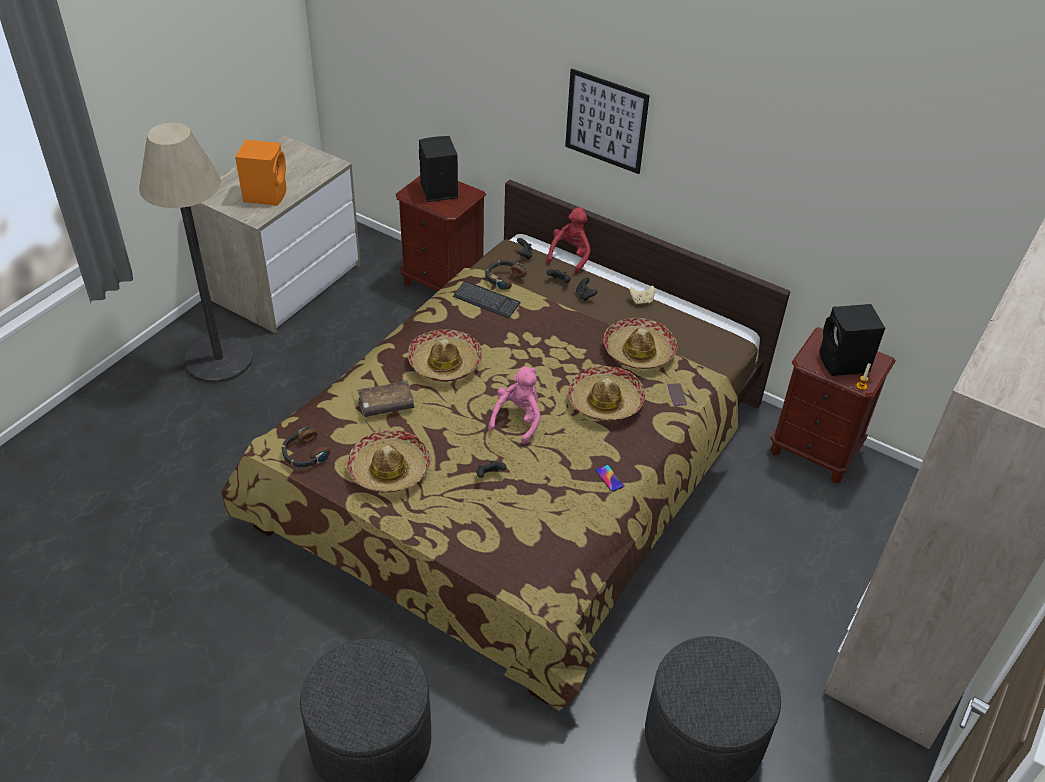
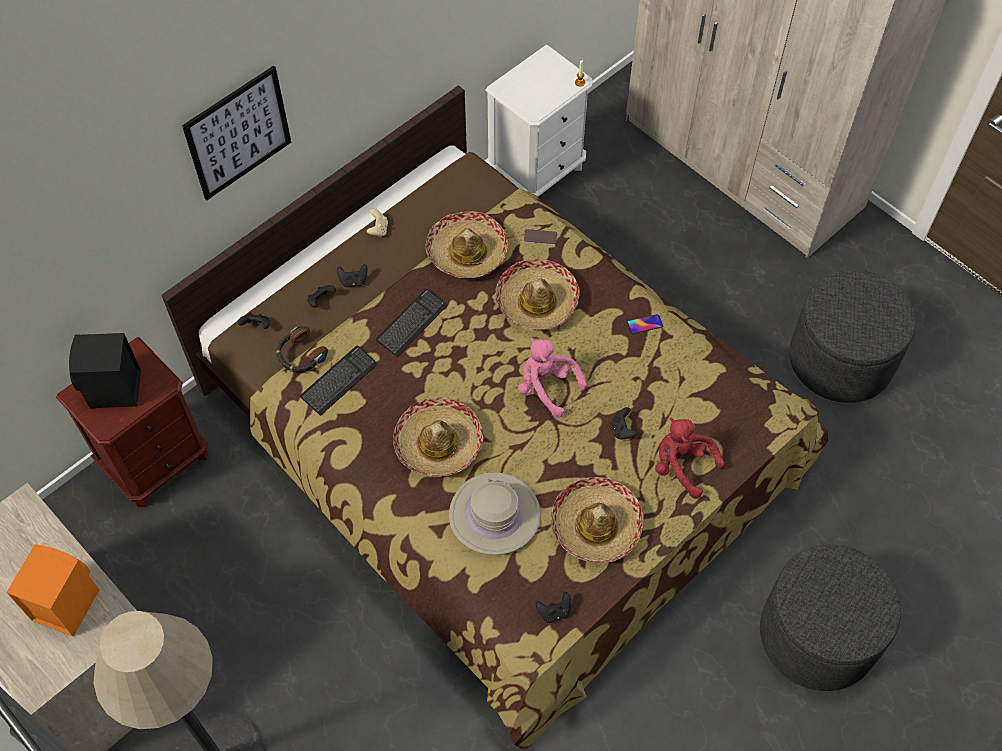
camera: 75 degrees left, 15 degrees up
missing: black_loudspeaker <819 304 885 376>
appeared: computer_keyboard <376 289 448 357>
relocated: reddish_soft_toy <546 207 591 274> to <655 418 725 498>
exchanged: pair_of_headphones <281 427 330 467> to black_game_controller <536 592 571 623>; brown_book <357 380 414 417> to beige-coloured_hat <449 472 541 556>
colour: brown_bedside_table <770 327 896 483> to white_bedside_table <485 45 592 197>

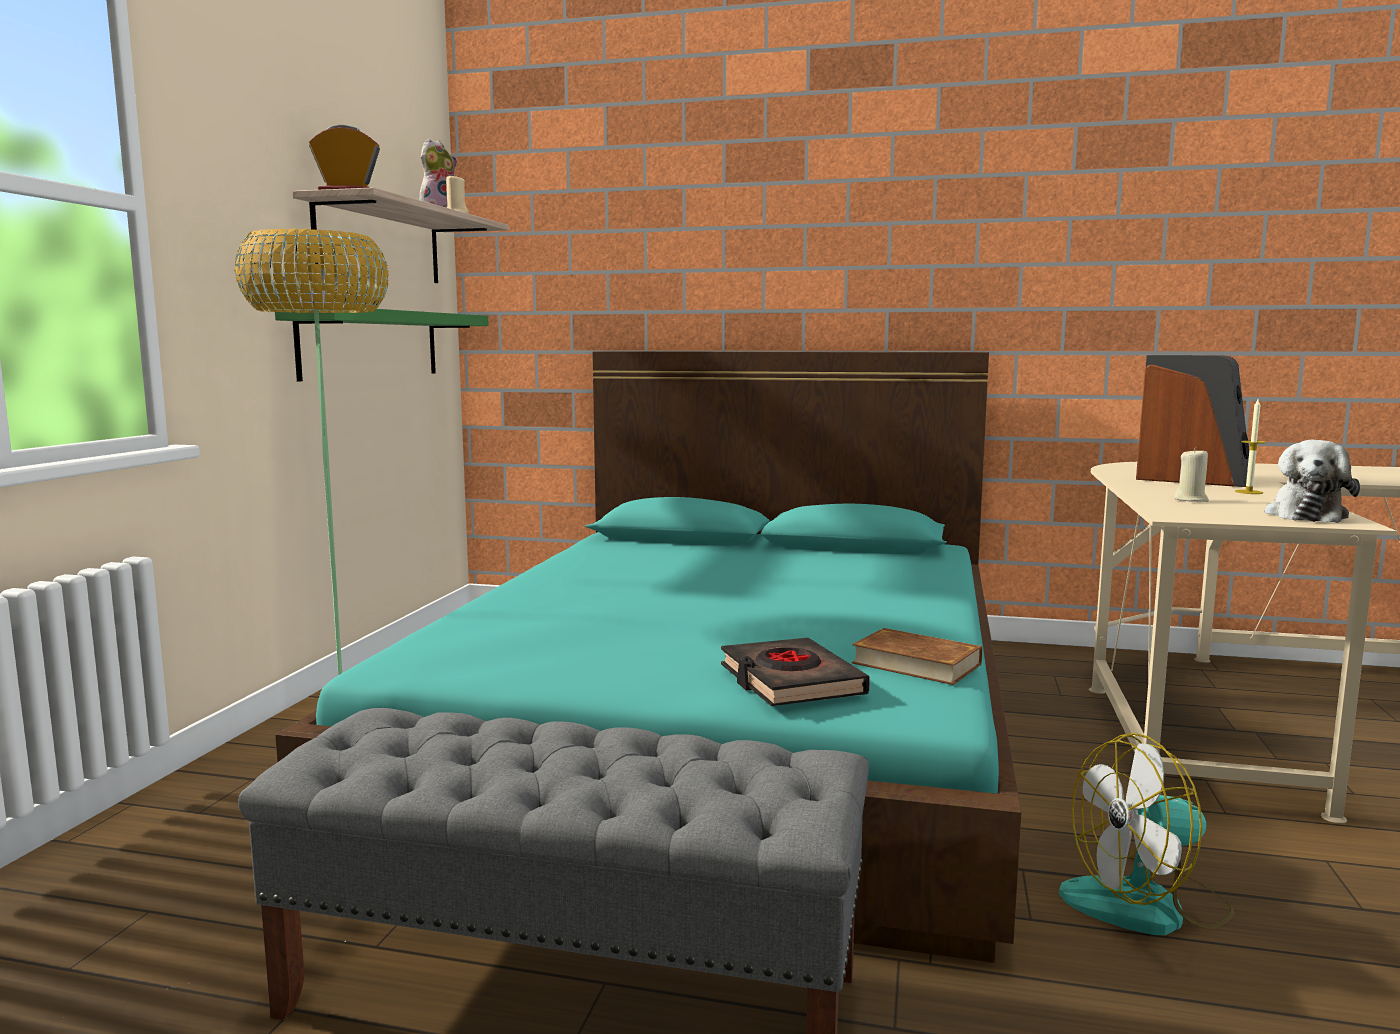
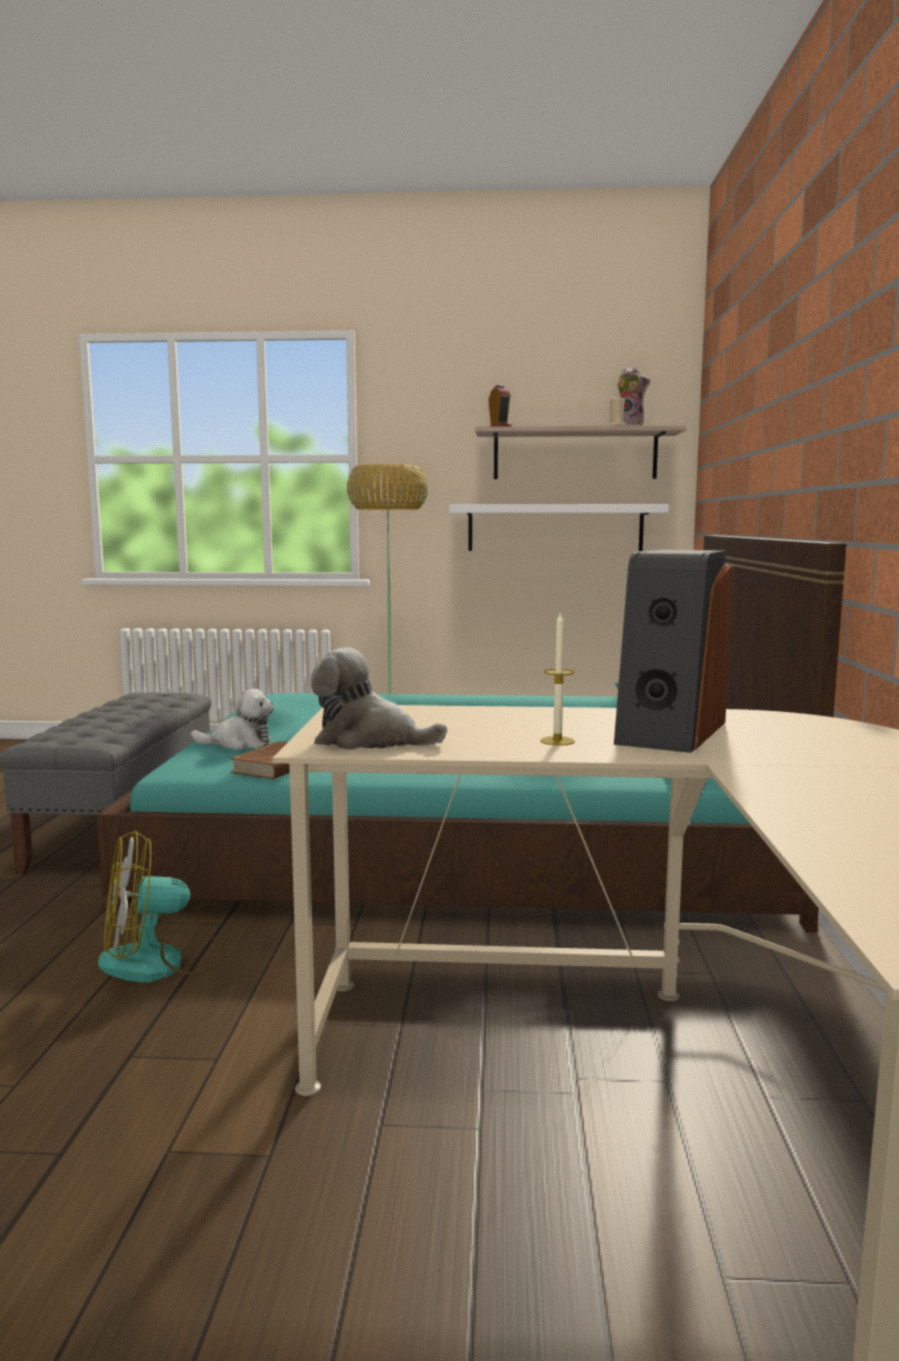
camera: 80 degrees right, 0 degrees up
missing: beige-coloured_candle <1174 447 1209 502>
exchanged: black_book <721 638 870 706> to soft_toy <191 689 274 750>
colour: green_wall_shelf <275 309 489 382> to white_wall_shelf <449 504 669 551>
spun: electric_fan <1059 733 1235 935> = <98 830 227 982> 90 degrees counterclockwise

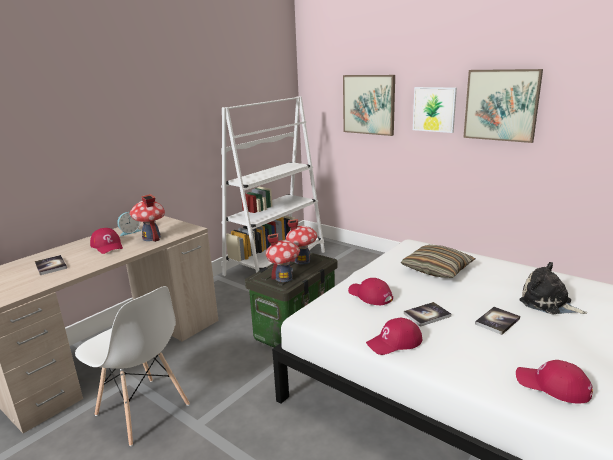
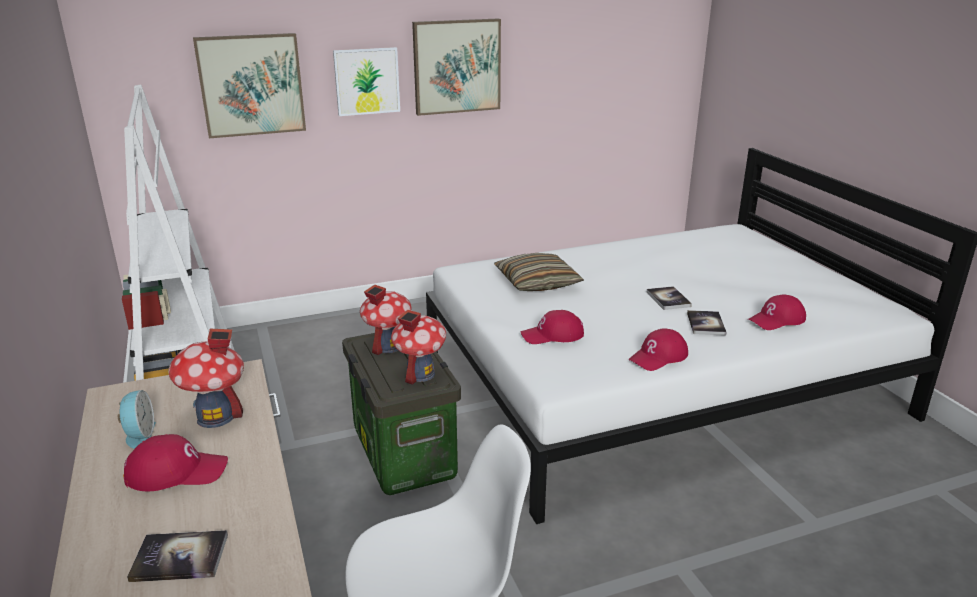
camera: 60 degrees left, 5 degrees up
missing: soft_toy <520 262 587 314>
relocated: book <404 302 451 327> to <687 310 727 336>
spun: reddish_peaked_cap <366 318 422 355> = <628 328 688 371> 45 degrees clockwise

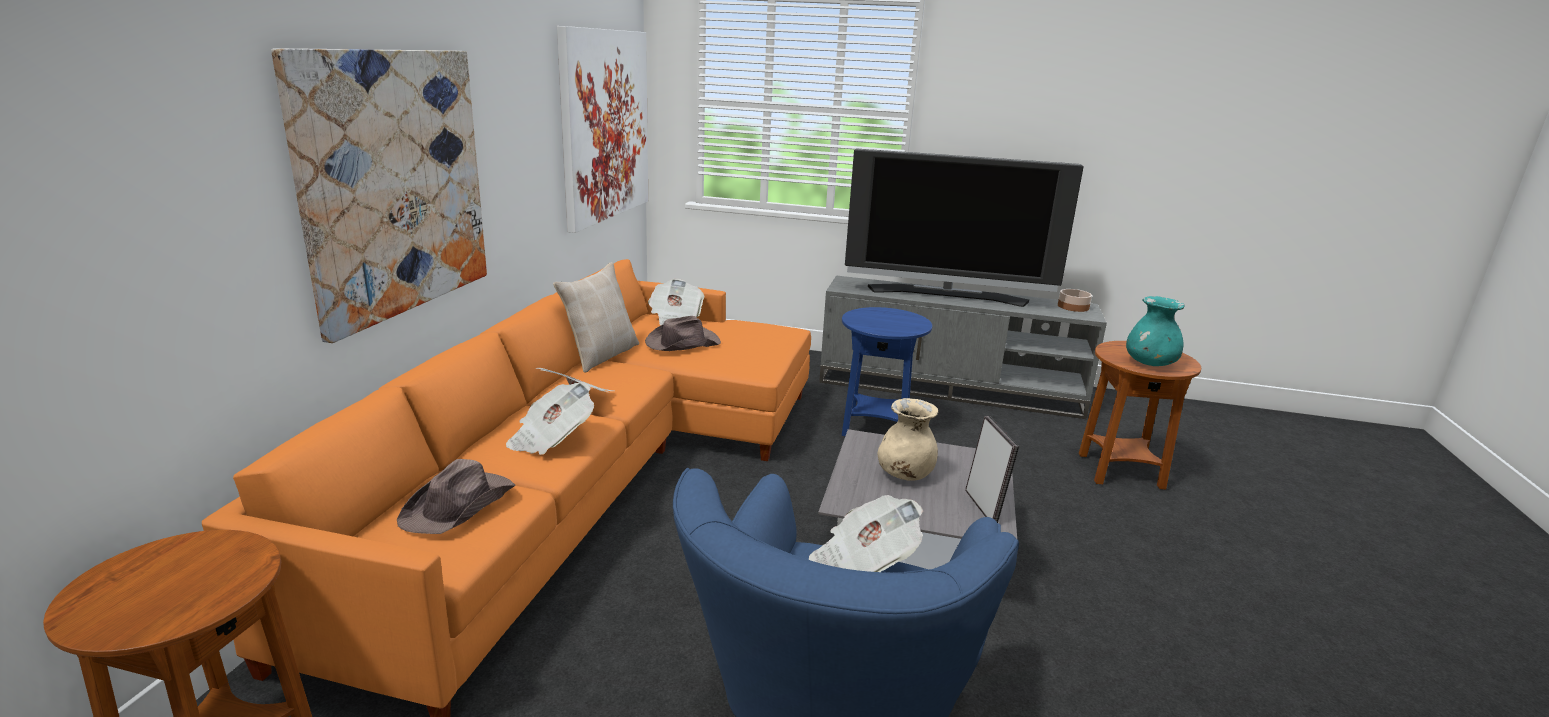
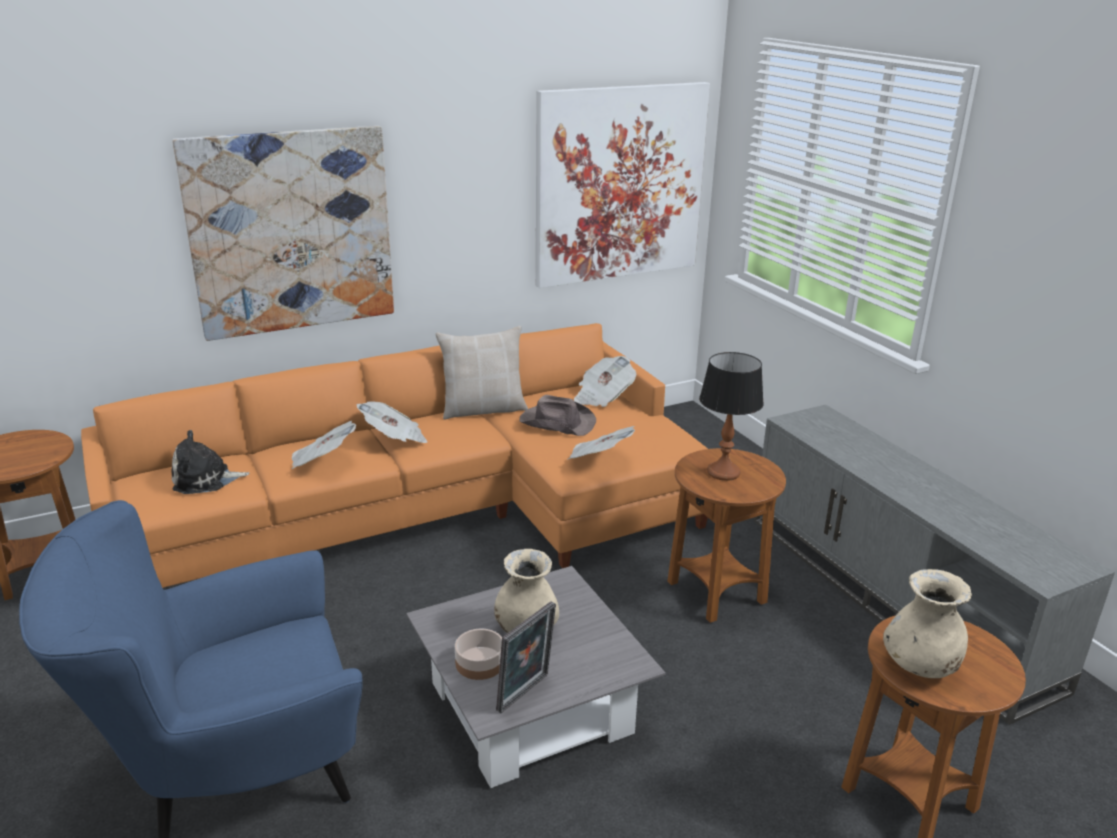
camera: 50 degrees right, 5 degrees up
missing: television <845 148 1084 307>
appeared: table_lamp <699 352 764 481>
relocated: daily_paper <809 495 923 572> to <567 426 635 460>; deep_dish <1058 289 1092 312> to <455 629 502 680>
exchanged: brown_hat <397 459 516 534> to soft_toy <171 430 250 494>
colour: bluish_accent_table <842 307 932 436> to brown_accent_table <667 448 786 623>; turquoise_flower_vase <1126 296 1184 366> to beige-coloured_flower_vase <883 569 972 678>

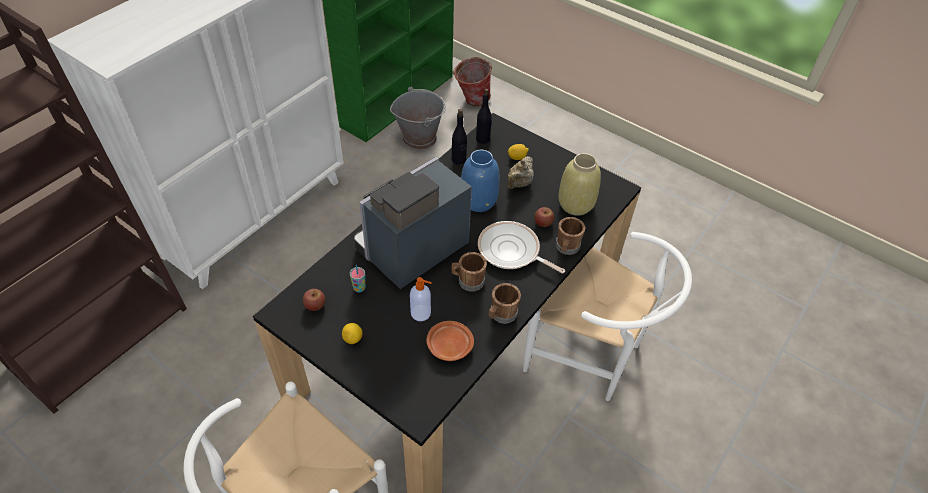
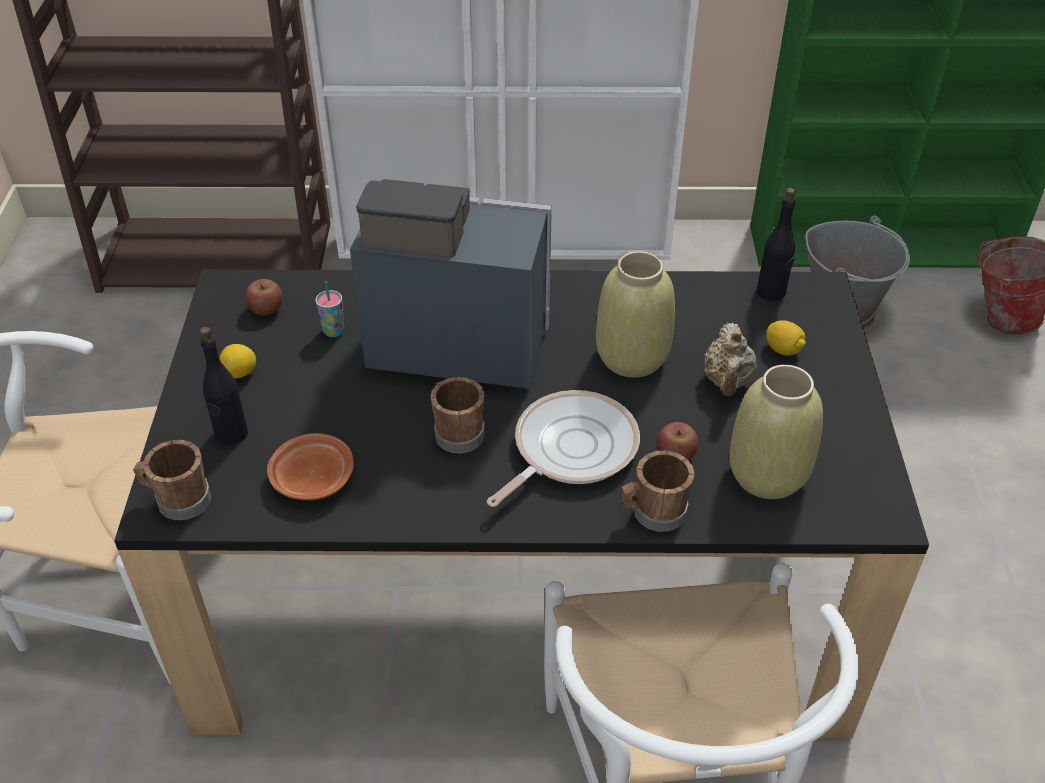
camera: 55 degrees right, 5 degrees down
missing: soap_bottle <410 277 432 321>
relocated: black_beverage_bottle <452 109 467 165> to <200 327 248 446>; brown_tea_mug <489 283 521 324> to <133 440 211 520>
colour: bluish_flower_vase <461 150 500 212> to beige-coloured_flower_vase <596 251 675 378>
spun: skillet <478 221 565 274> = <487 390 640 507> 45 degrees clockwise; beige-coloured_pot_for_tea <507 156 534 189> = <704 323 757 396> 75 degrees counterclockwise

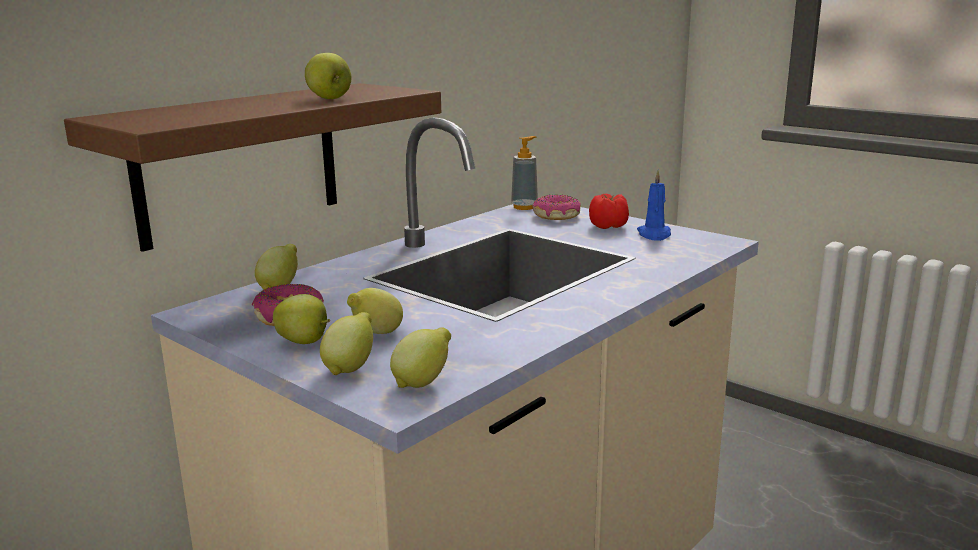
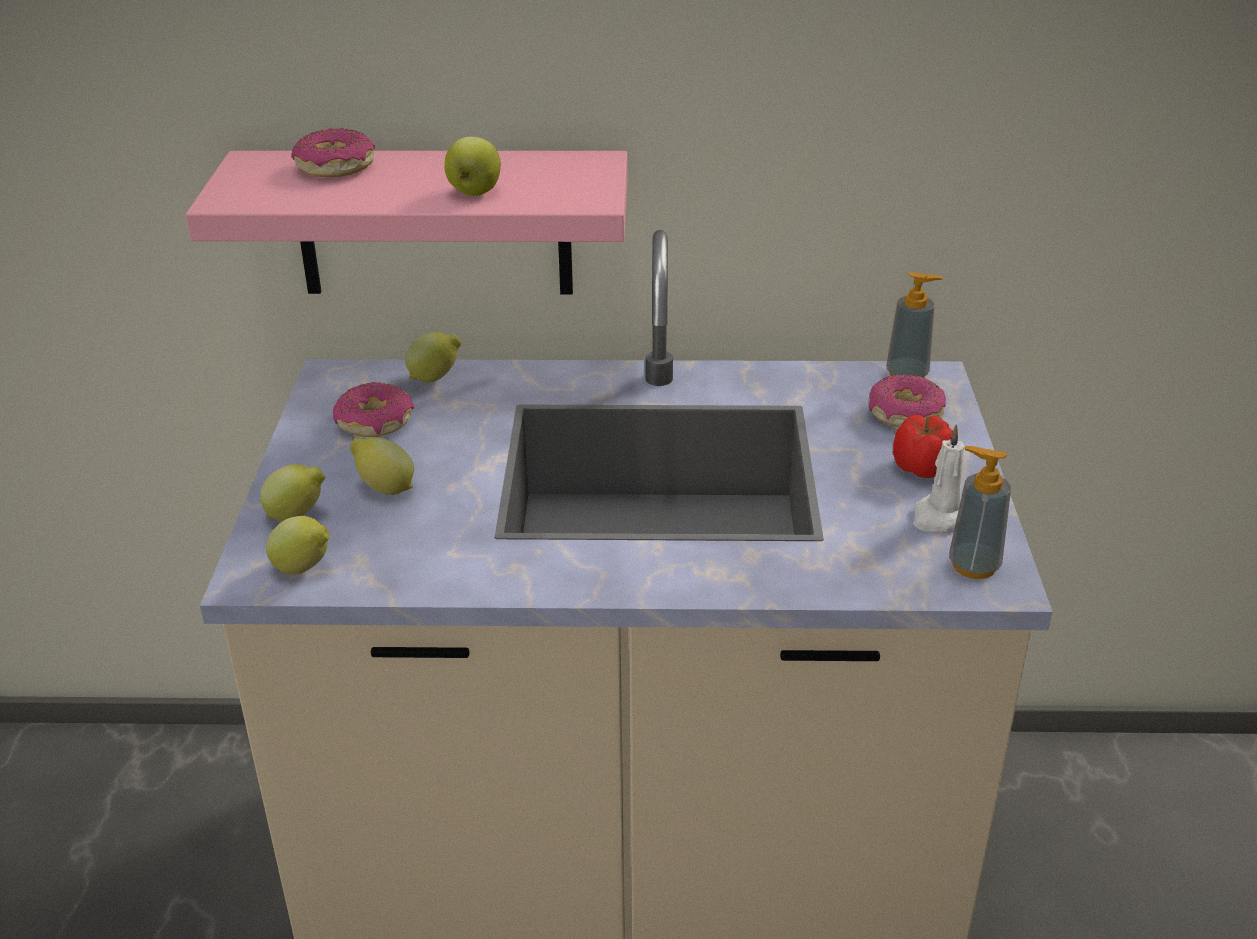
camera: 50 degrees right, 15 degrees up
missing: apple <273 294 330 344>
appeared: ring_doughnut <291 128 375 177>; soap_bottle <949 446 1011 579>
colour: brown_wall_shelf <64 83 441 252> to pinkish_wall_shelf <186 151 628 294>; bluish_candle <637 170 671 241> to white_candle <913 424 965 532>

